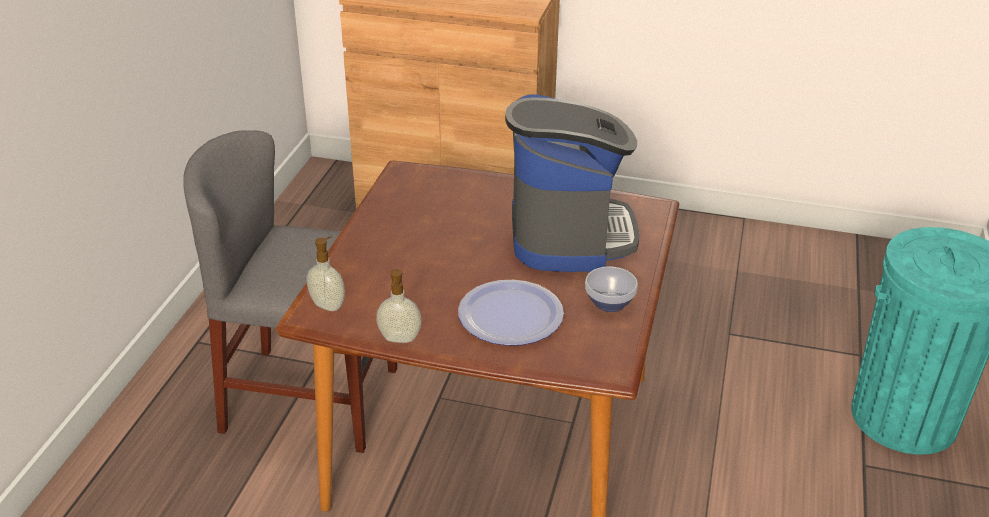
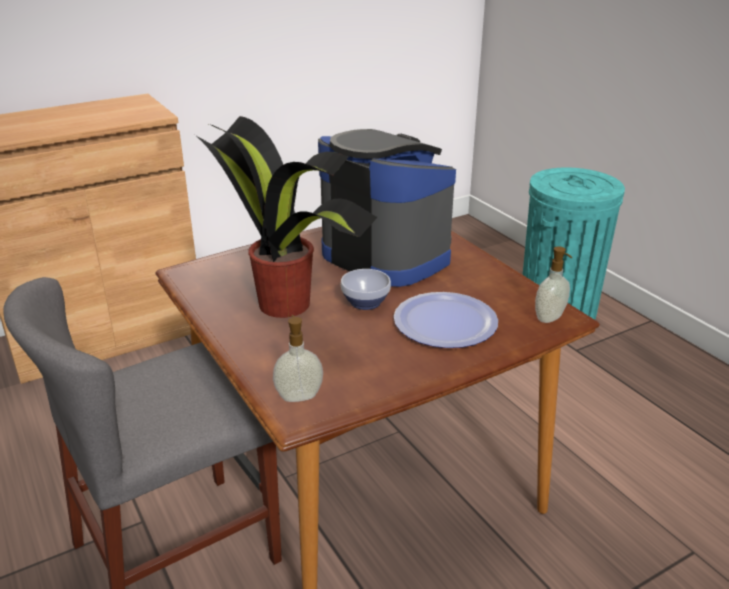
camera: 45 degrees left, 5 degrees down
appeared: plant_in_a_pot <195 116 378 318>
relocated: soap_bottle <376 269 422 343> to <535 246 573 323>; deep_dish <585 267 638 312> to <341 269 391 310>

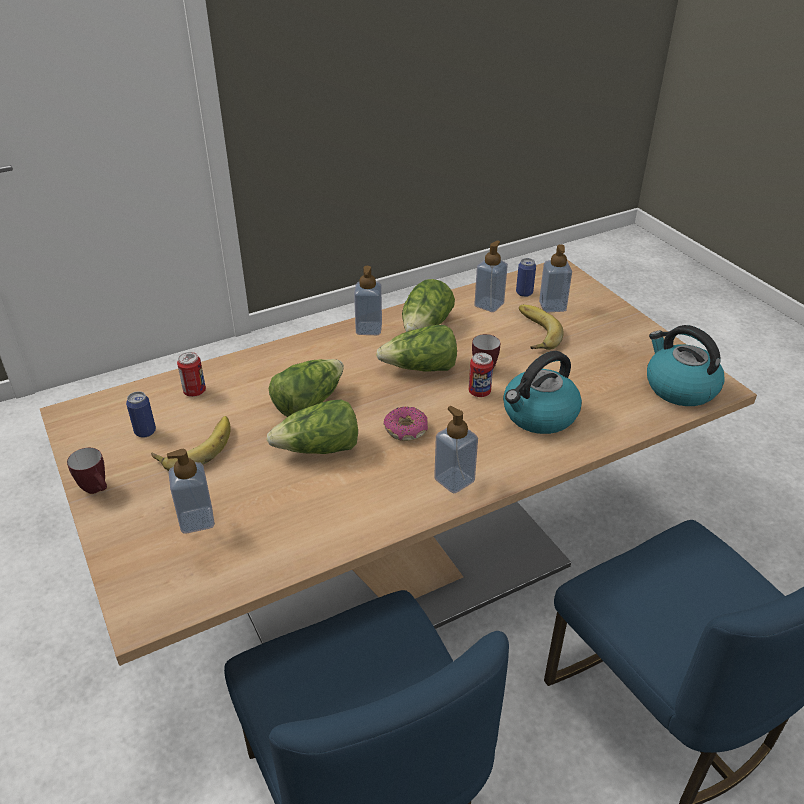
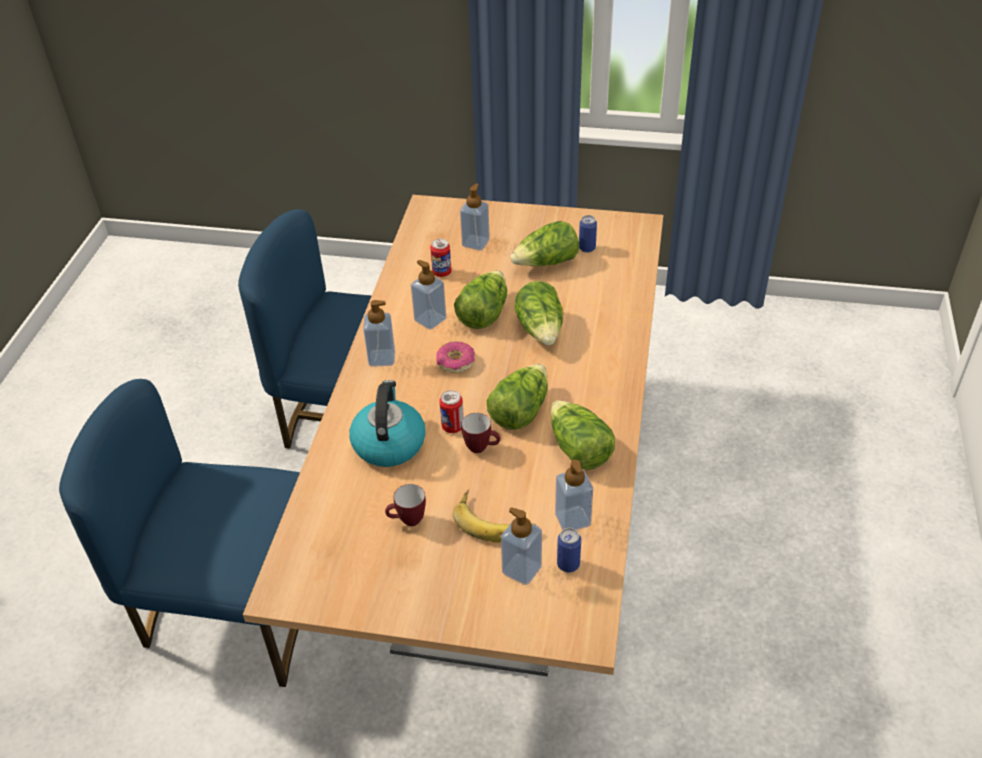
camera: 130 degrees right, 5 degrees up
missing: tea_kettle <647 325 725 406>
relocated: tea_mug <67 448 107 494> to <385 484 426 526>; sealed_can <177 352 206 397> to <430 239 451 277>; soap_bottle <354 266 382 335> to <411 260 446 330>
exchanged: banana <151 416 231 471> to lettuce <511 221 579 266>

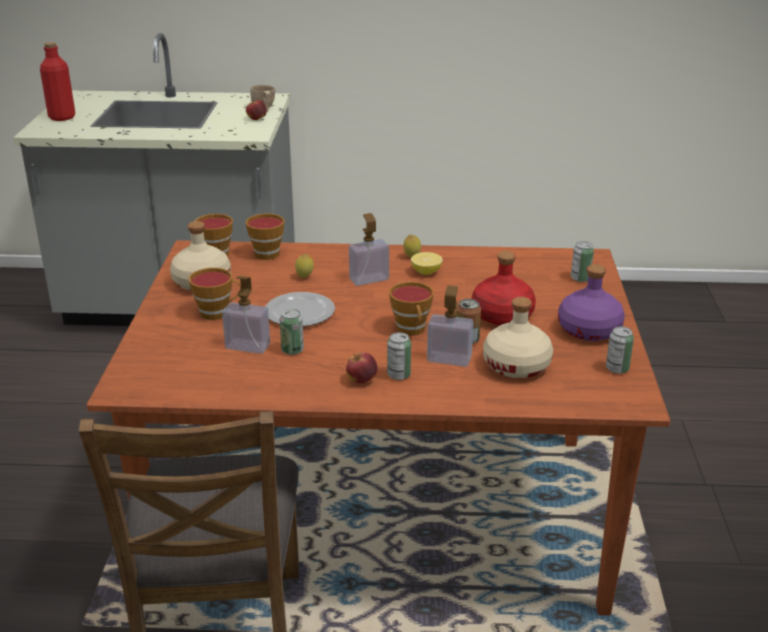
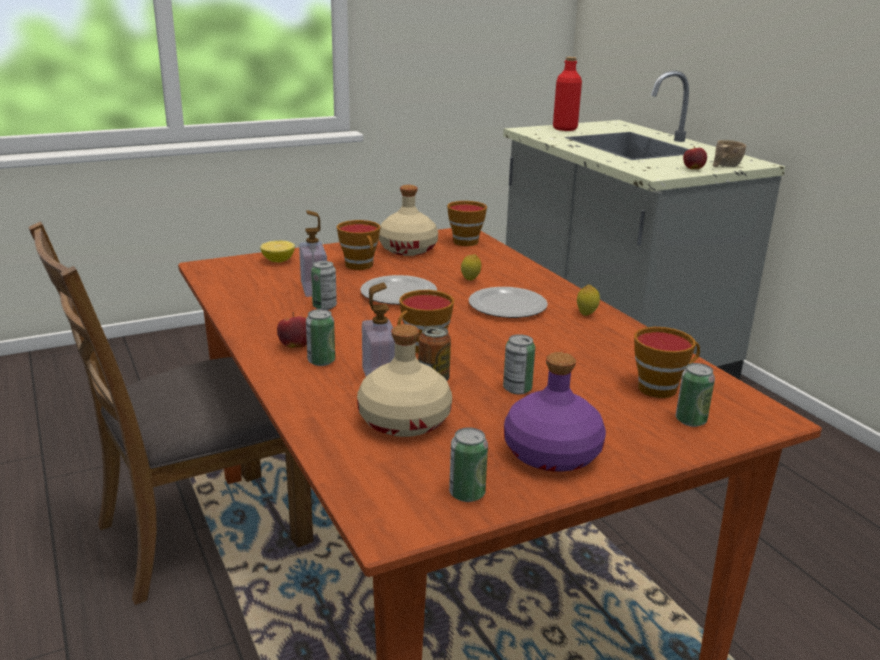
camera: 60 degrees right, 5 degrees down
relocated: cup <246 214 285 260> to <634 327 700 398>; lemon <411 252 443 275> to <260 241 295 263>
exchanged: soap_bottle <349 213 389 286> to flat_dish <469 287 548 318>; reddish_beverage_bottle <472 251 536 325> to sealed_can <503 334 535 394>

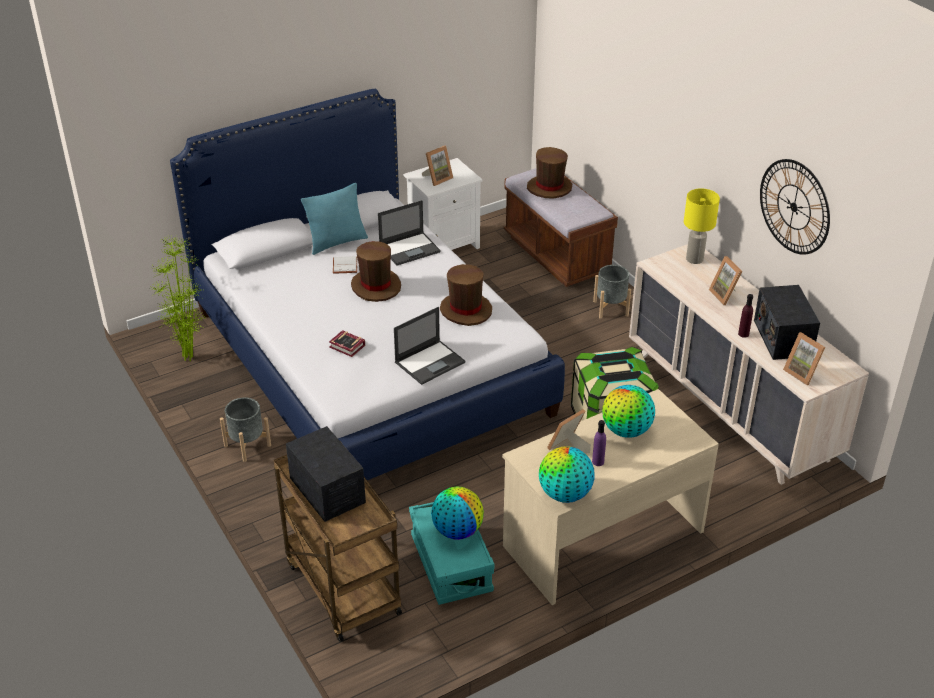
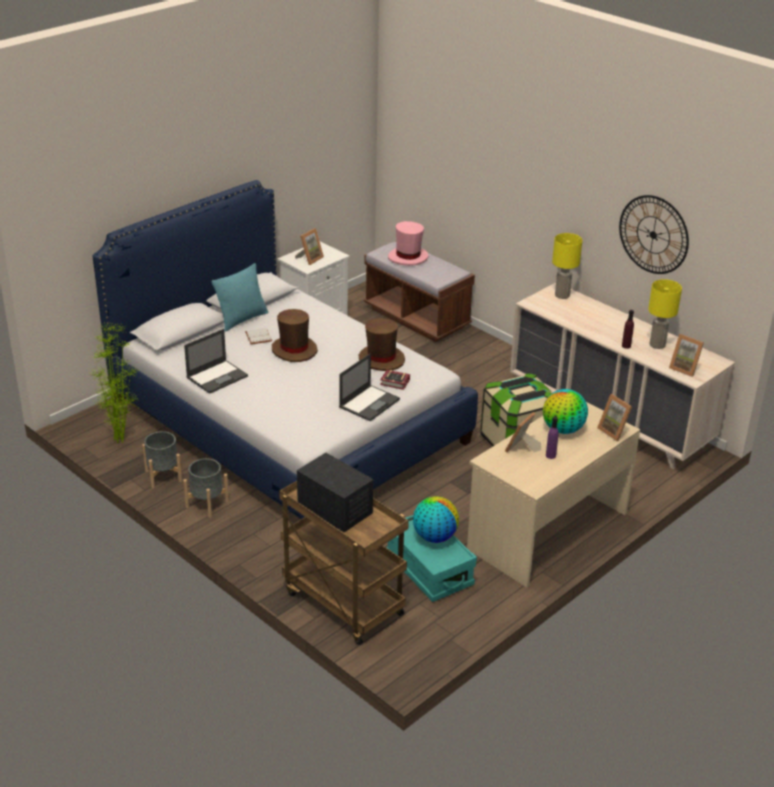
camera: 15 degrees left, 5 degrees down
missing: desk_globe <539 446 595 503>
relocated: book <329 330 365 357> to <380 370 410 390>; laptop <378 200 441 266> to <184 329 248 394>; gray_flower_pot <593 265 631 319> to <142 431 182 488>; standing_frame <709 256 742 305> to <597 394 632 441>
exchanged: radio <754 285 820 360> to yellow-coloured_table_lamp <648 279 682 349>
colour: brown_hat <527 147 572 199> to pinkish_hat <388 221 428 266>

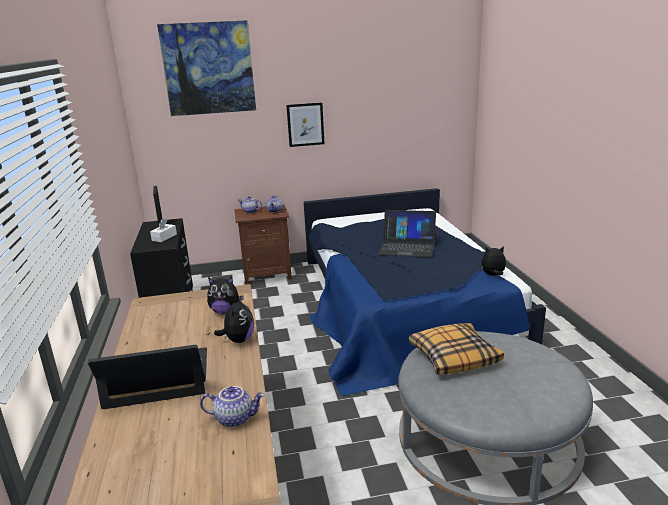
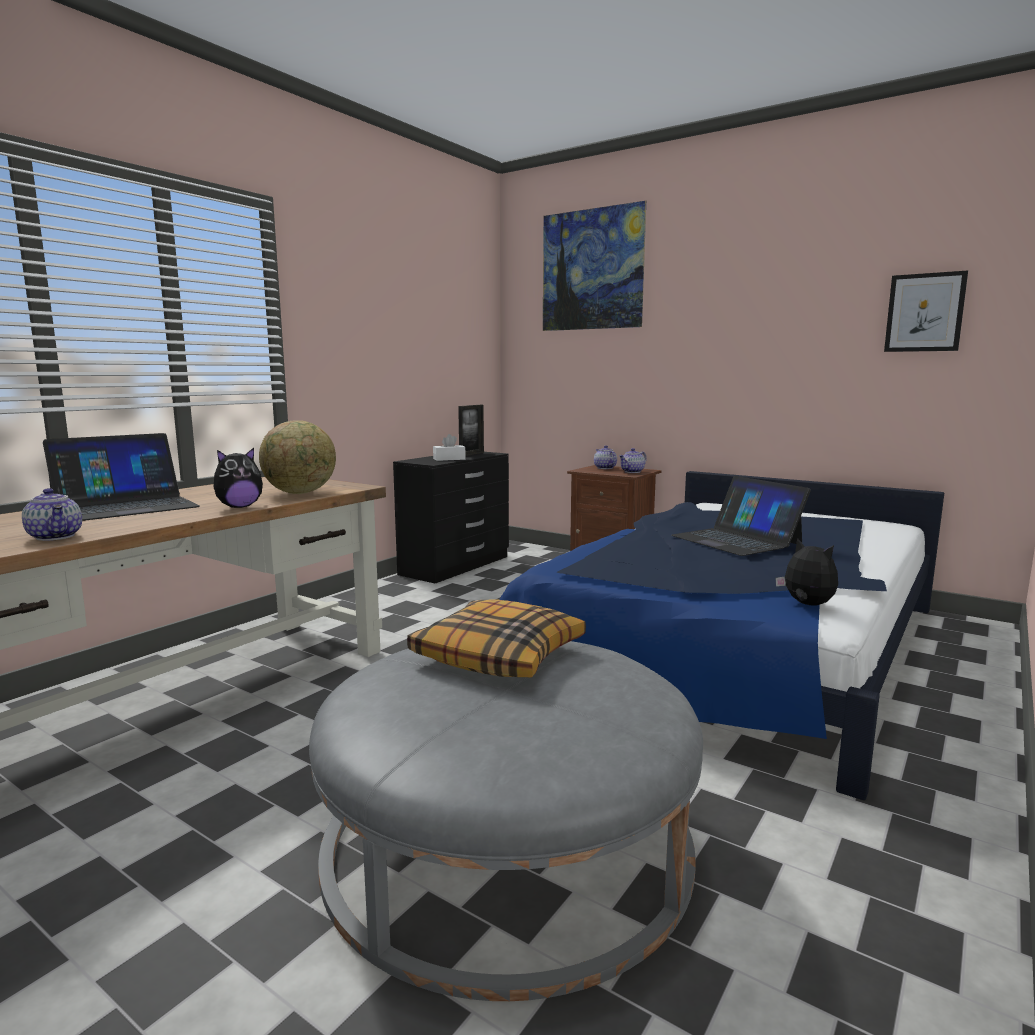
camera: 45 degrees right, 10 degrees down
relocated: wall_art <286 102 324 147> to <884 271 968 352>
exchanged: soft_toy <207 277 244 314> to desk_globe <259 420 336 494>
spun: laptop <88 345 207 409> = <43 433 200 521> 105 degrees clockwise

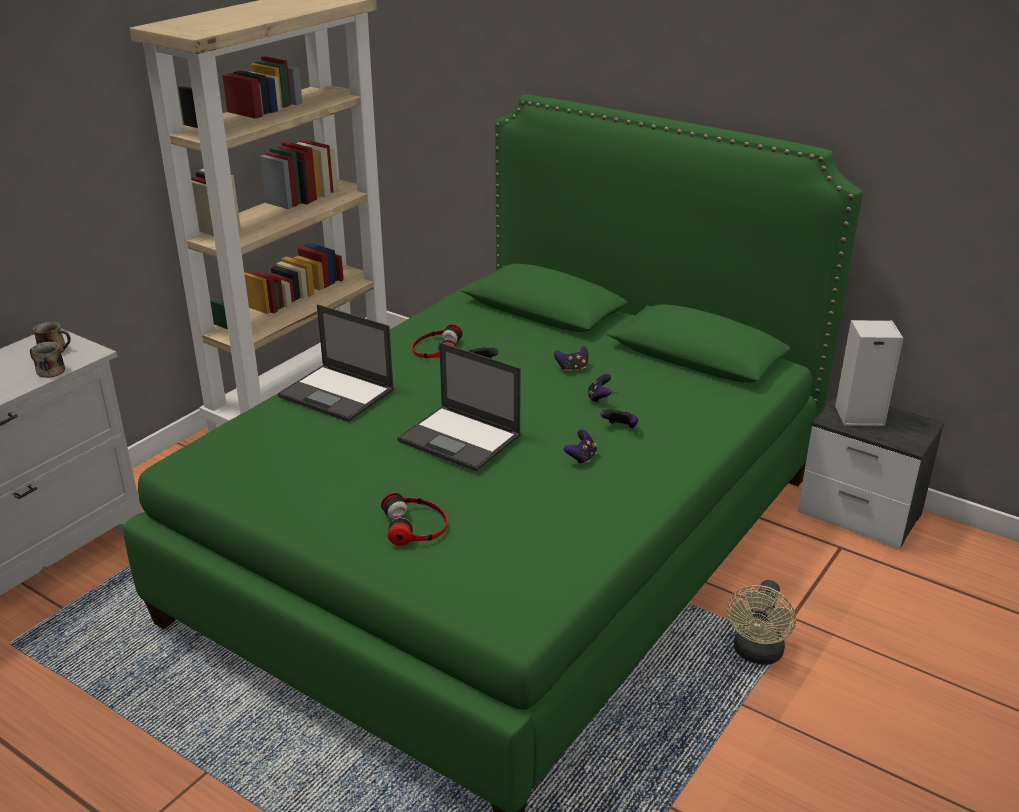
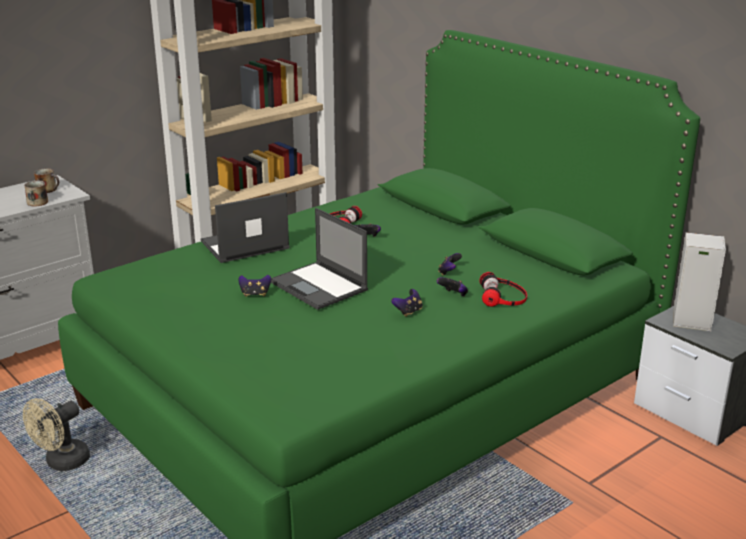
camera: 15 degrees right, 5 degrees down
relocated: pair_of_headphones <381 492 448 546> to <479 272 527 307>; game_controller <554 346 588 373> to <239 275 271 297>; beige-coloured_electric_fan <727 580 796 665> to <23 398 90 471>
spun: laptop <278 304 394 422> = <200 192 290 263> 105 degrees clockwise

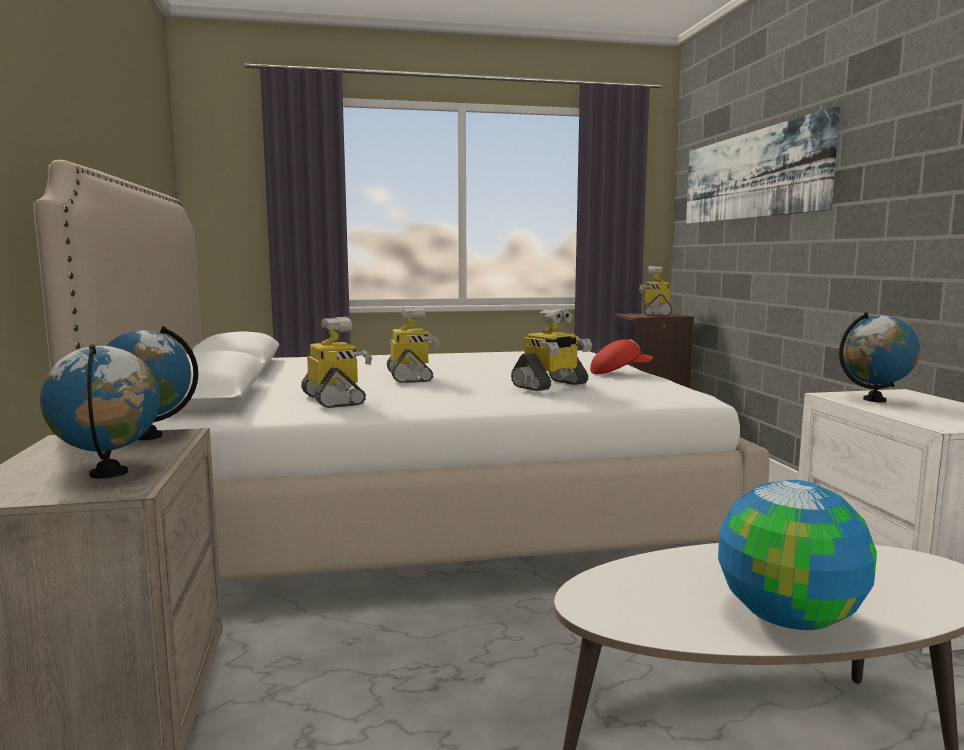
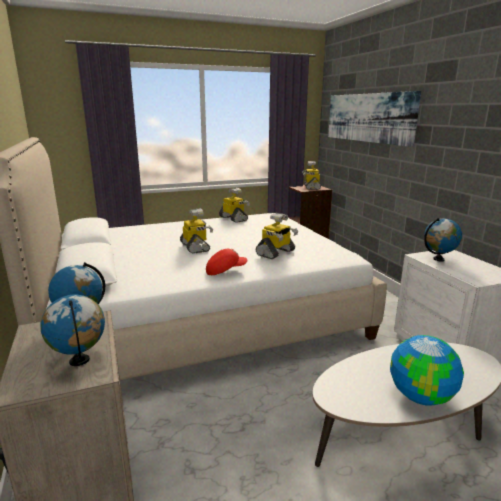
camera: 10 degrees left, 10 degrees up
relocated: model_robot <301 317 372 408> to <219 188 250 223>; reddish_peaked_cap <590 339 653 374> to <206 249 247 275>

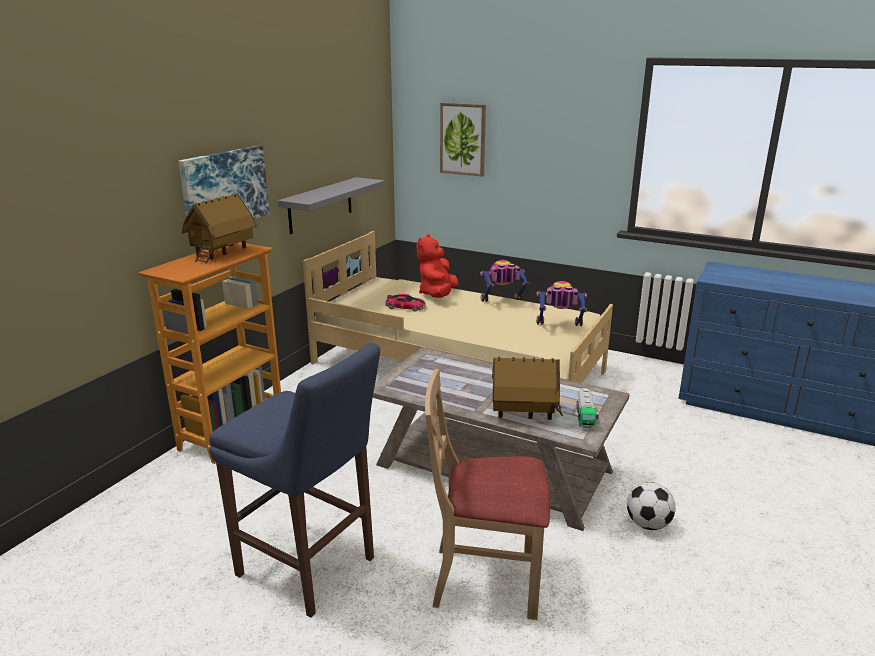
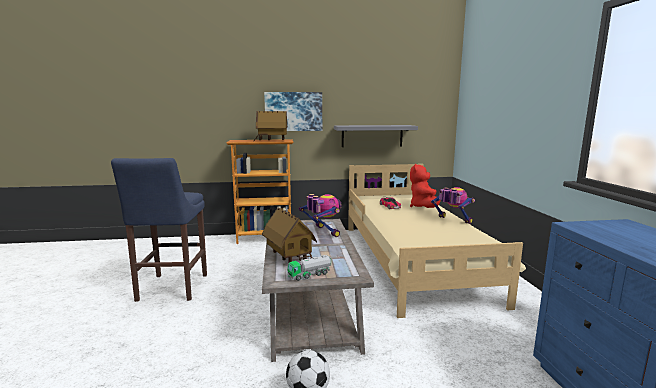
camera: 55 degrees right, 10 degrees down
missing: beige-coloured_chair <425 369 550 620>; wall_art <440 103 486 177>
relocated: model_robot <536 281 587 326> to <298 194 342 237>
spun: reddish_soft_toy <416 234 458 298> = <410 164 441 208> 60 degrees counterclockwise

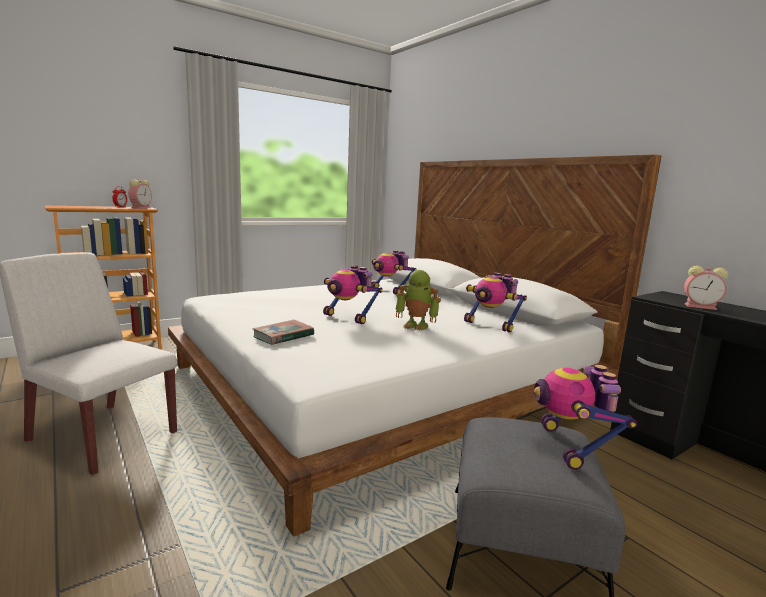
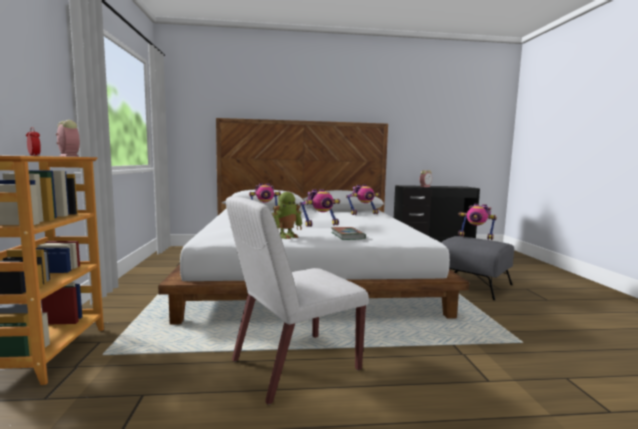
camera: 60 degrees left, 5 degrees down
relocated: model_robot <395 270 441 331> to <272 192 303 239>

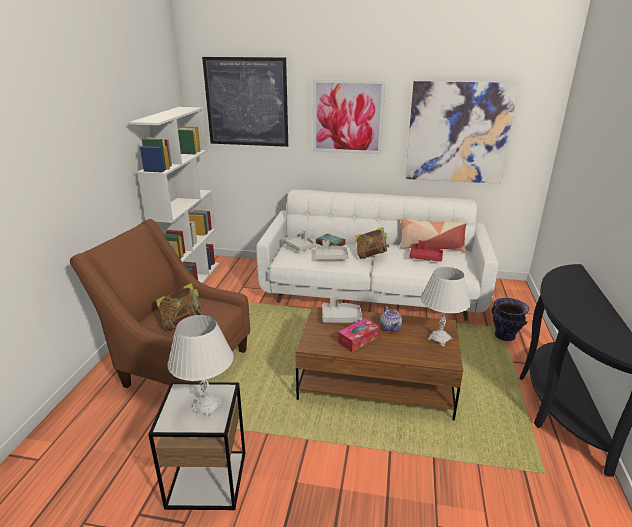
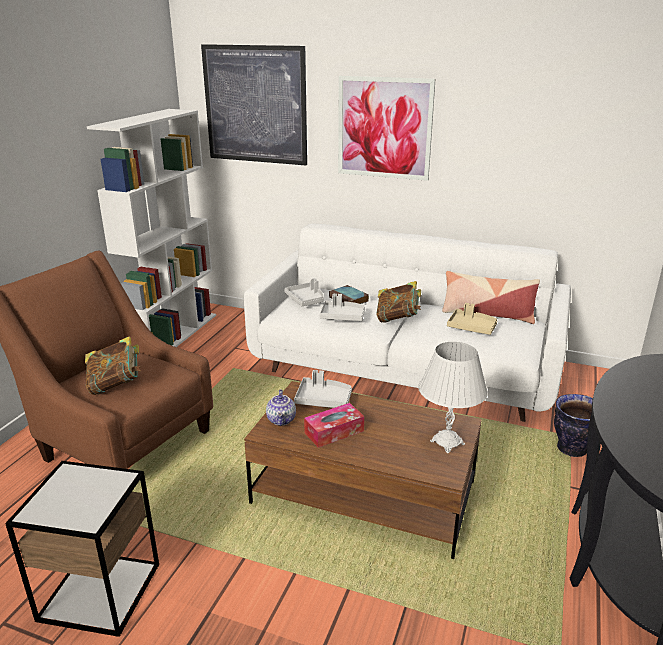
camera: 10 degrees right, 0 degrees up
missing: white_table_lamp <167 315 234 418>; wall_art <405 81 519 184>
relocated: pot_for_tea <380 306 402 332> to <266 389 296 426>
colour: reddish_tray <409 240 443 262> to beige-coloured_tray <447 303 497 335>

